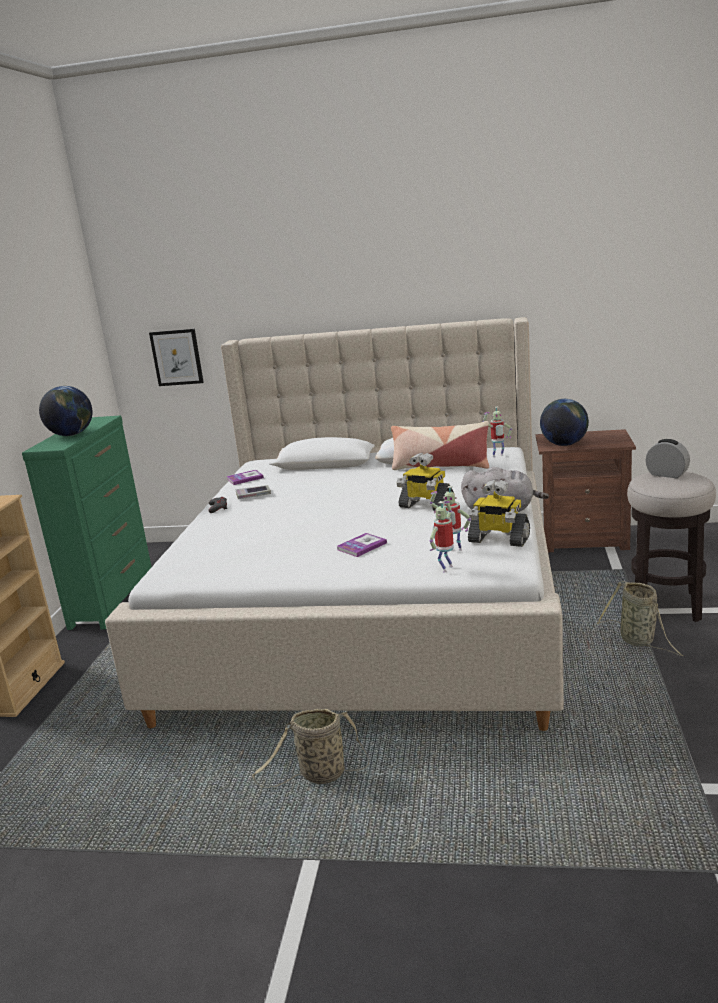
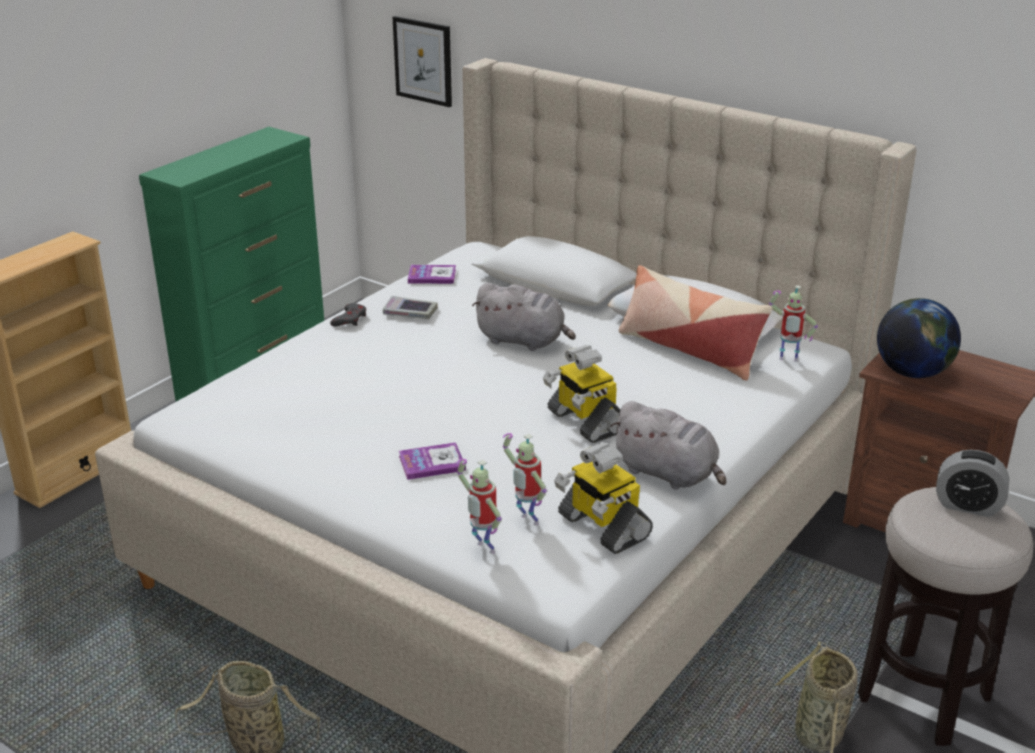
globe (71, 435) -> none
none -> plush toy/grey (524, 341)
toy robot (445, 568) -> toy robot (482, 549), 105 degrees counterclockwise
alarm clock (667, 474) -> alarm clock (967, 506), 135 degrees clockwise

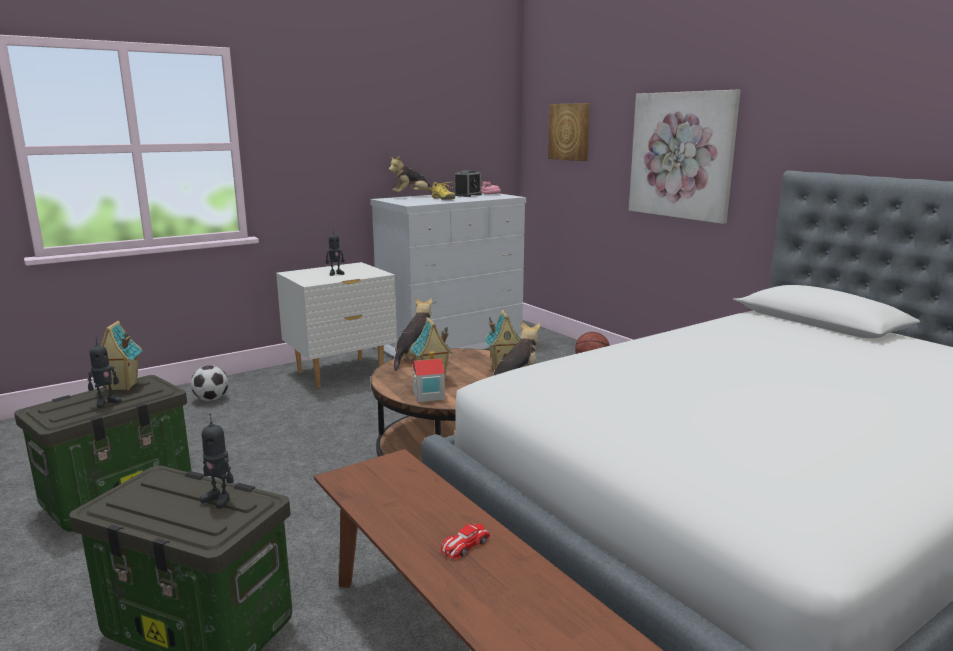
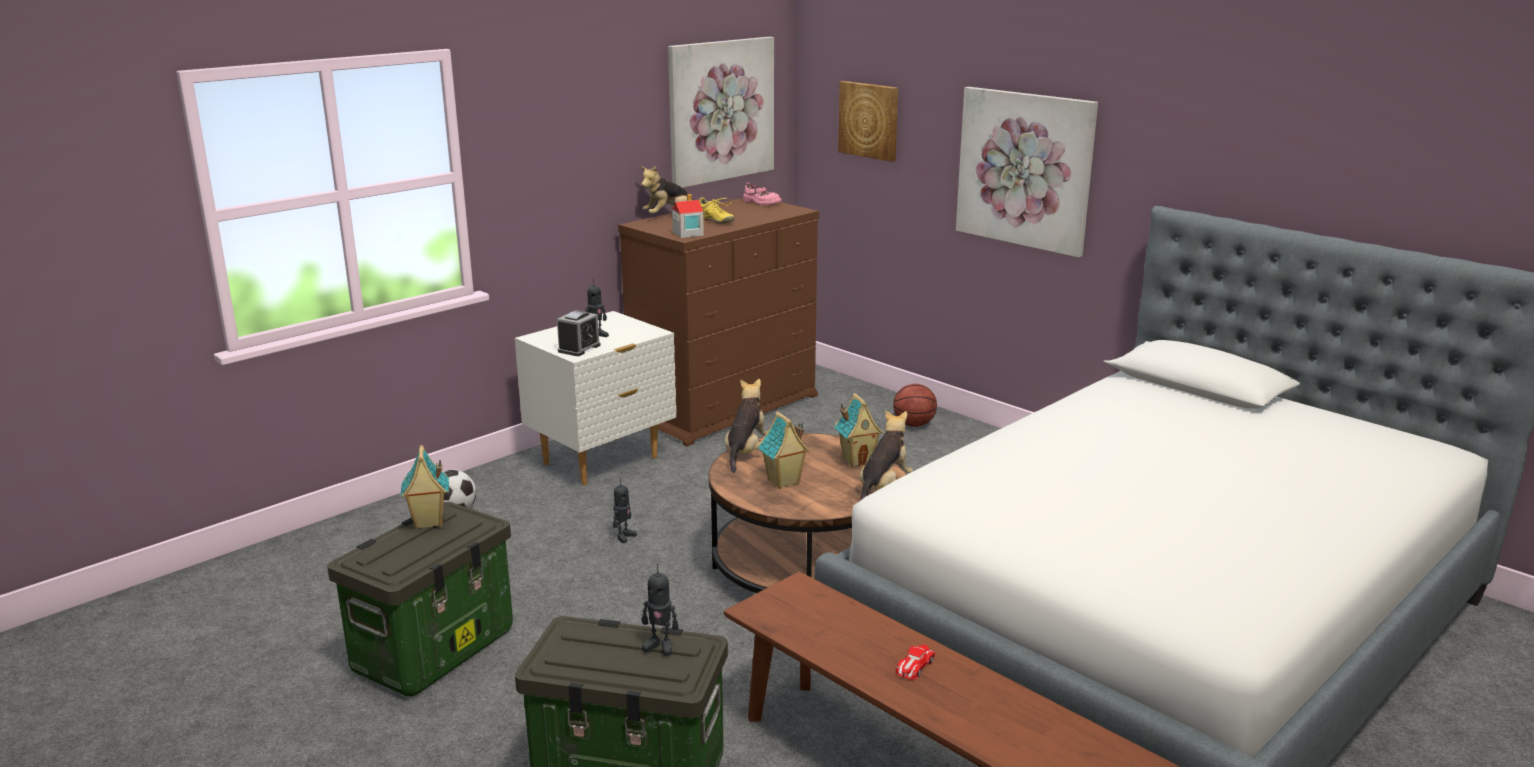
none -> picture (721, 110)
toy robot (107, 402) -> toy robot (624, 536), relocated
toy house (428, 395) -> toy house (687, 233), relocated
alarm clock (468, 195) -> alarm clock (579, 348), relocated
dresser/white (451, 344) -> dresser/brown (723, 406)

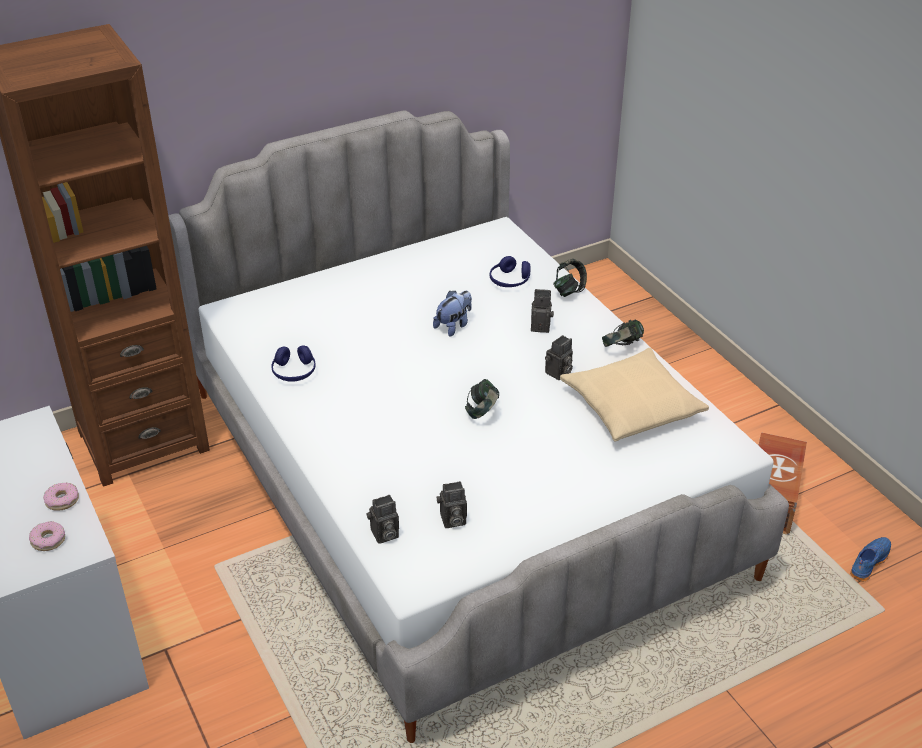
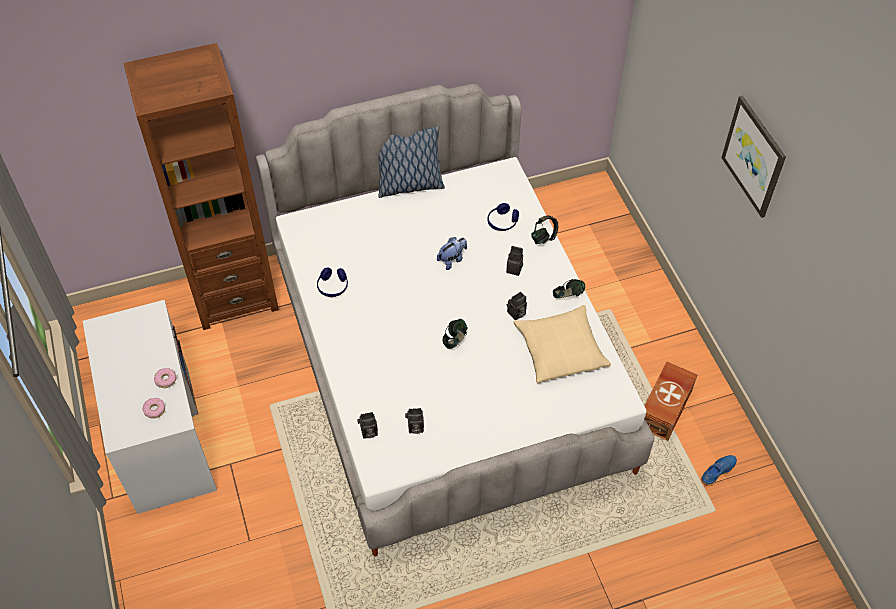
none -> pillow (409, 186)
none -> picture (754, 156)

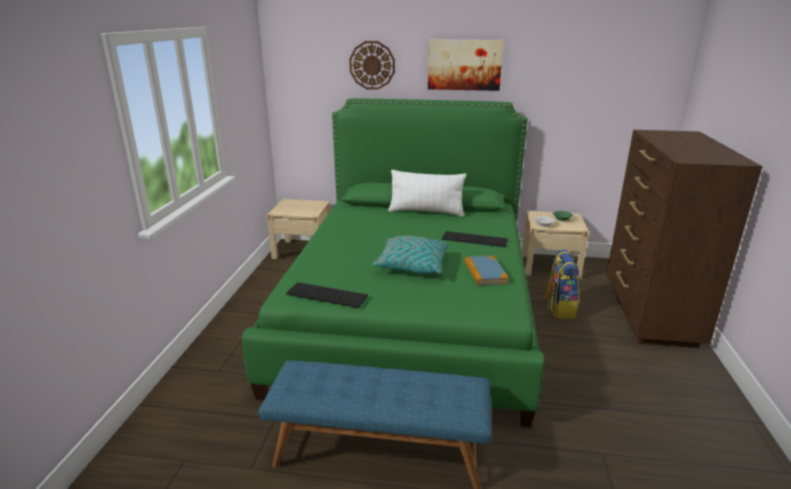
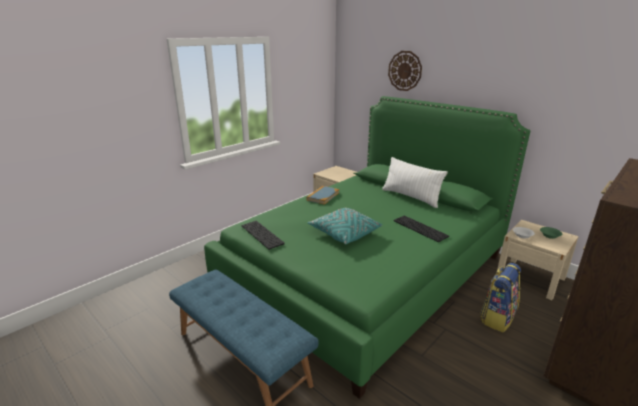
picture (464, 65) -> none
book (485, 272) -> book (323, 196), relocated

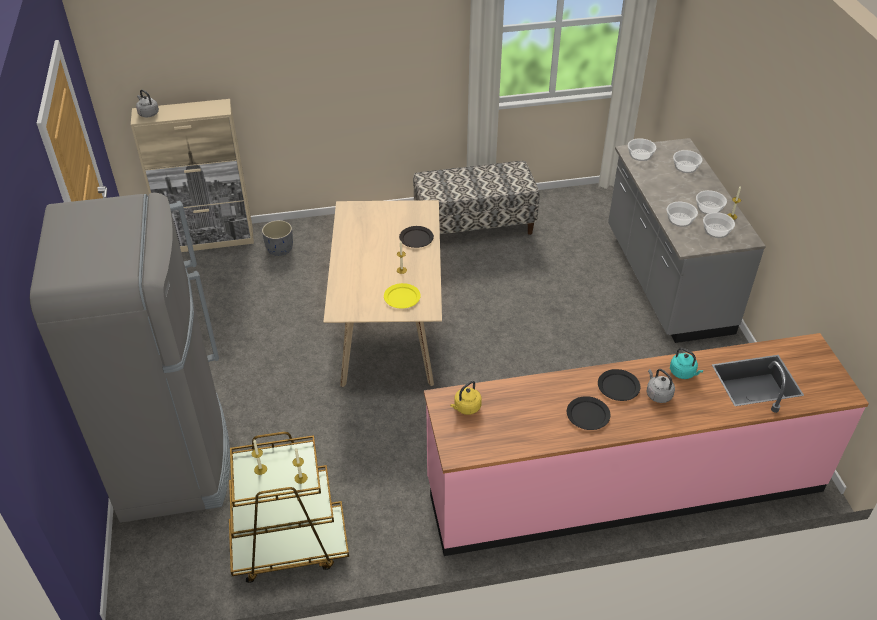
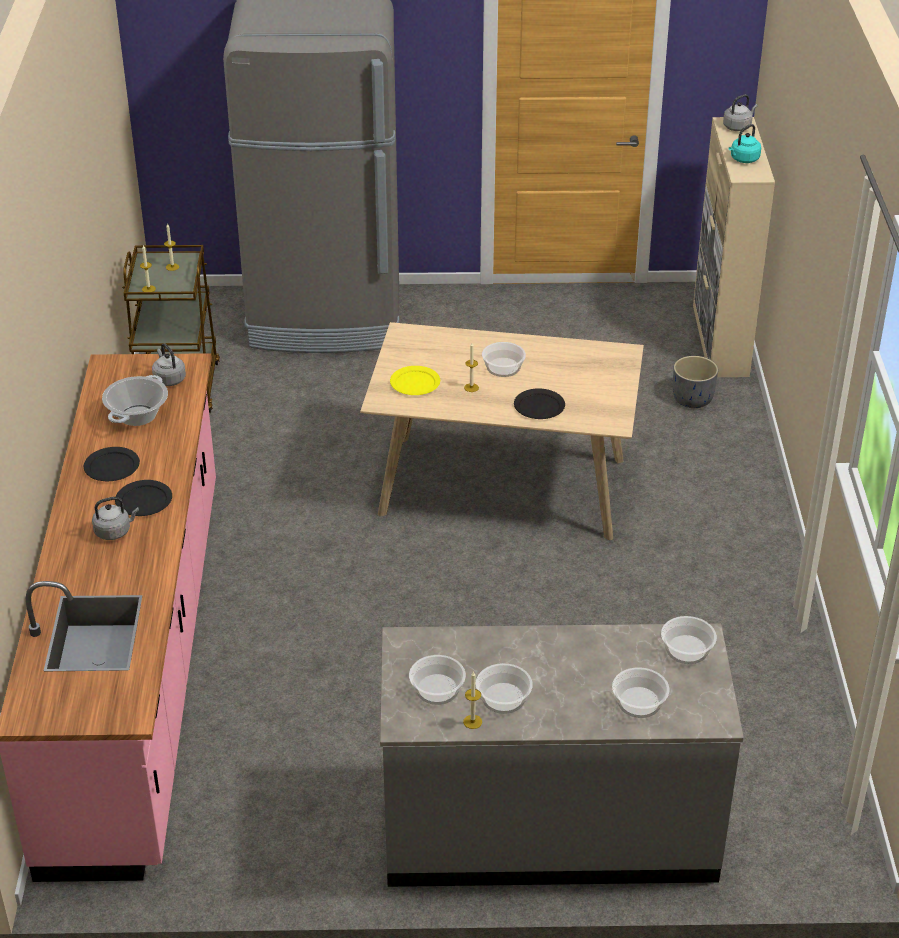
bench (474, 225) -> none
none -> cooking pot (137, 415)
bowl (680, 220) -> bowl (503, 367), relocated
kettle/turquoise (683, 373) -> kettle/turquoise (743, 159), relocated
kettle/yellow (466, 408) -> kettle/grey (169, 379)

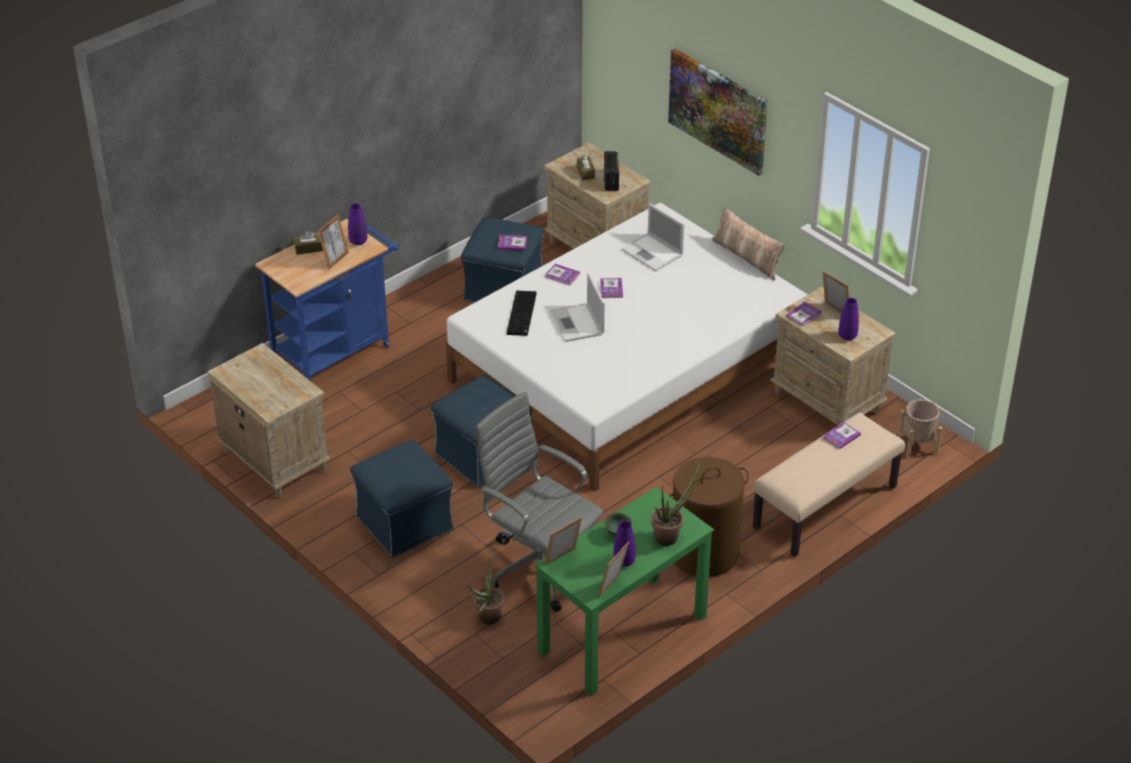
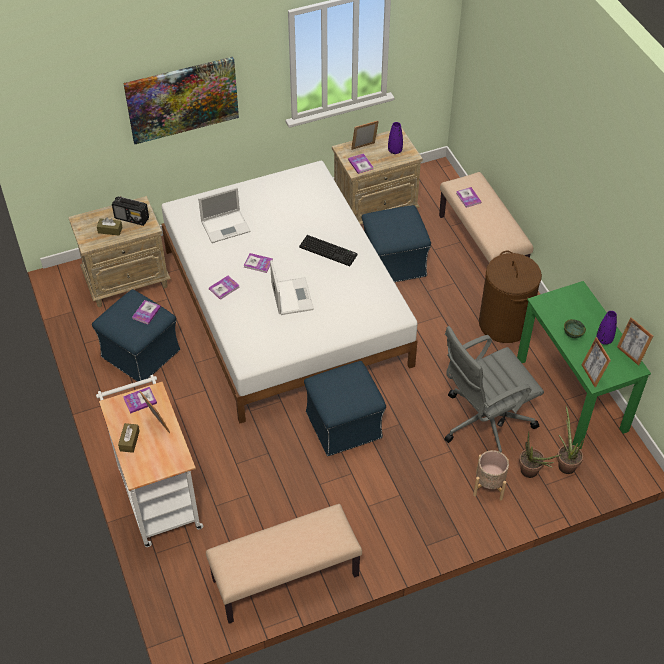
pillow (747, 257) -> none
ottoman/blue (404, 522) -> ottoman/blue (393, 263), relocated
keyboard (522, 314) -> keyboard (329, 251), relocated
potted plant (670, 536) -> potted plant (565, 463), relocated
planter/beige (917, 445) -> planter/beige (489, 485), relocated
nightstand/beige (274, 461) -> bench/beige (285, 578)
vase/purple (358, 241) -> book (140, 400)
cart/blue (337, 350) -> cart/white (157, 493)
laptop (578, 323) -> laptop (291, 296), 105 degrees counterclockwise

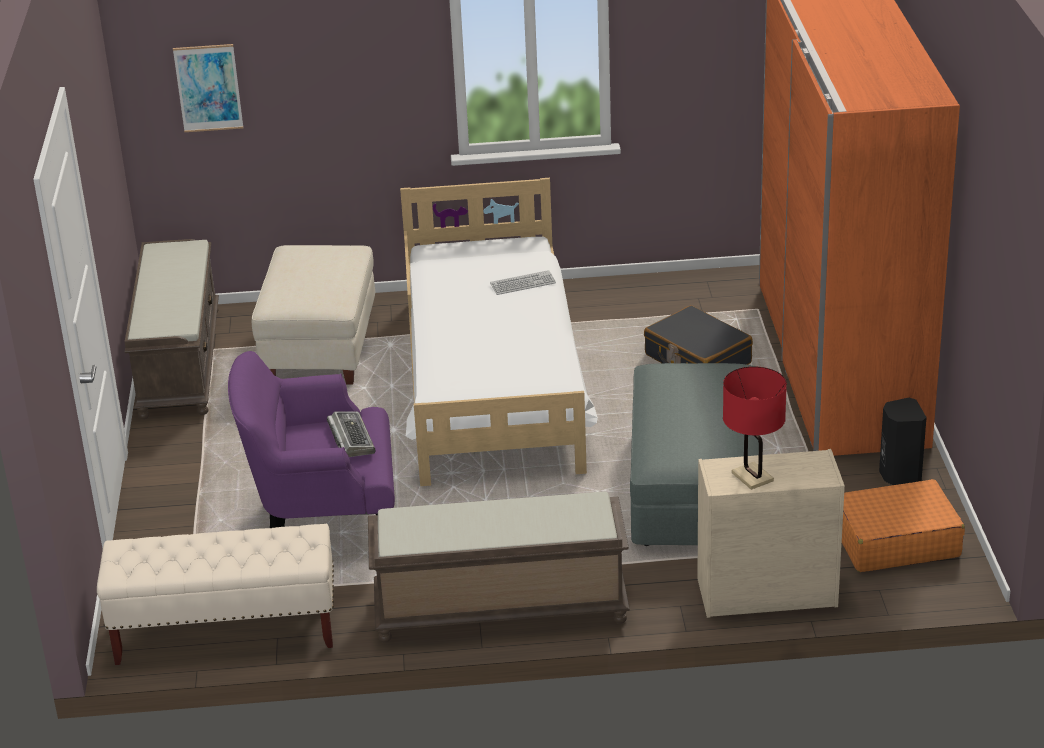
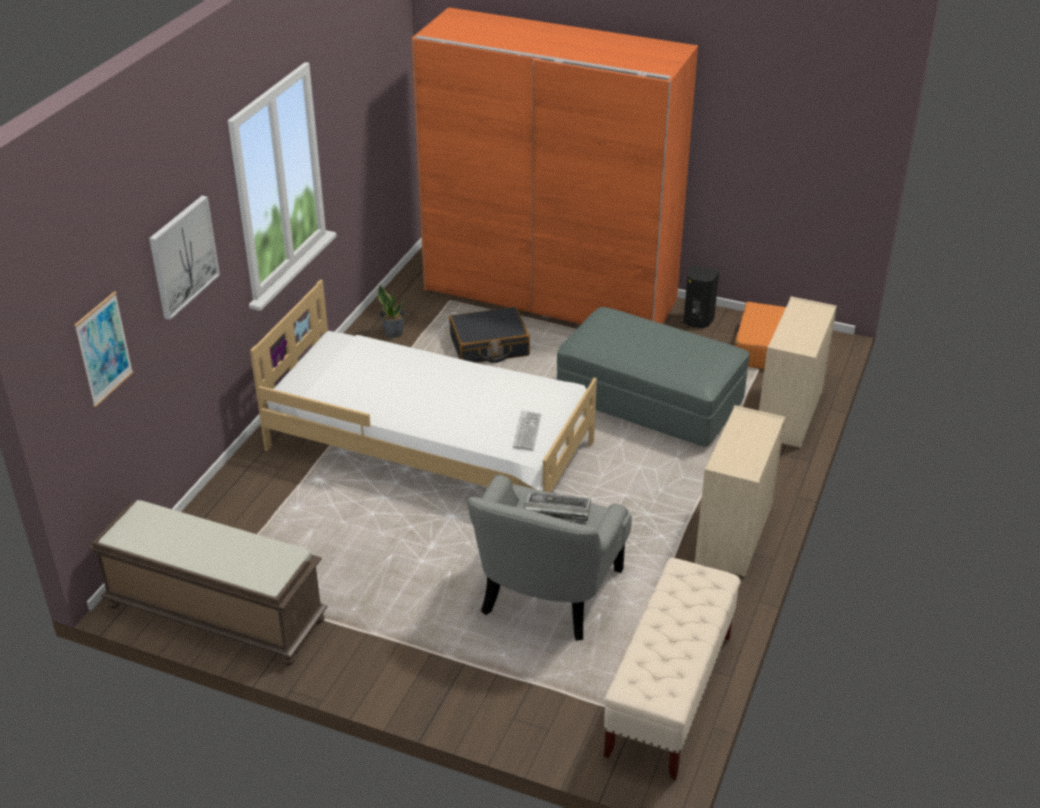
ottoman/beige (322, 349) -> none
table lamp/red (752, 477) -> none
none -> picture (183, 256)
none -> potted plant (393, 332)
keyboard (523, 284) -> keyboard (527, 431), relocated
bench/brown (499, 609) -> dresser/beige (733, 536)
armchair/purple (323, 519) -> armchair/grey (548, 592)

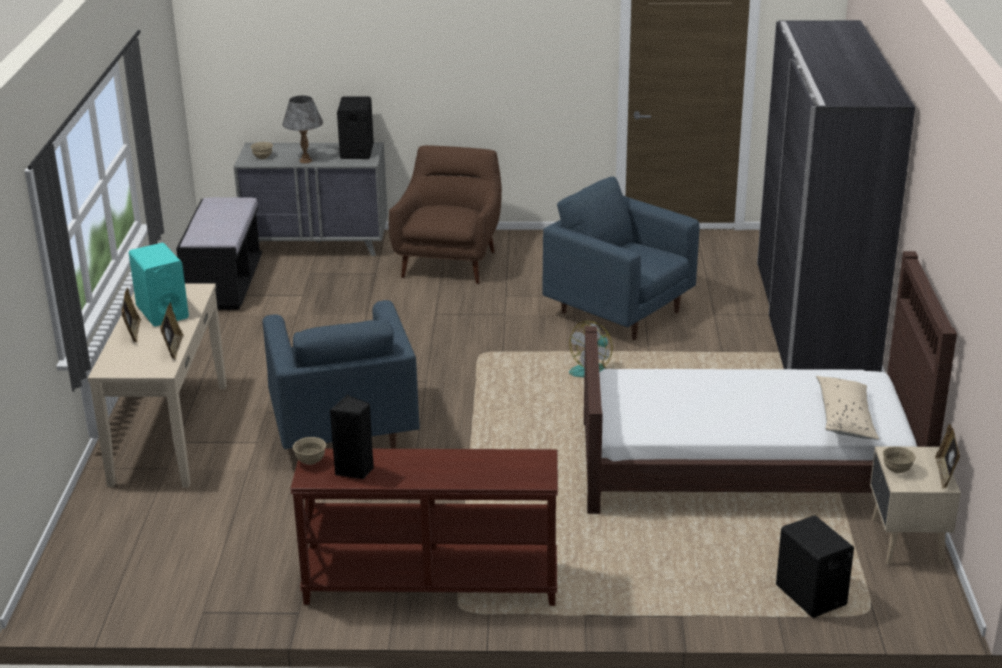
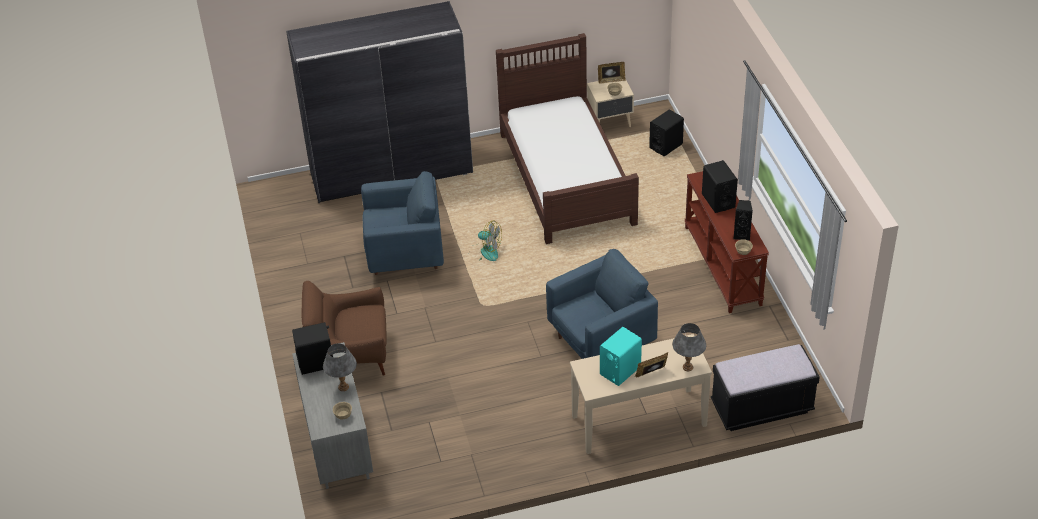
picture frame (173, 348) -> none
pillow/beige (845, 417) -> none
none -> table lamp/grey (688, 367)
none -> speaker/black (718, 201)
bench/black (224, 285) -> bench/black (762, 408), relocated
armchair/blue (620, 312) -> armchair/blue (405, 254), 120 degrees counterclockwise

